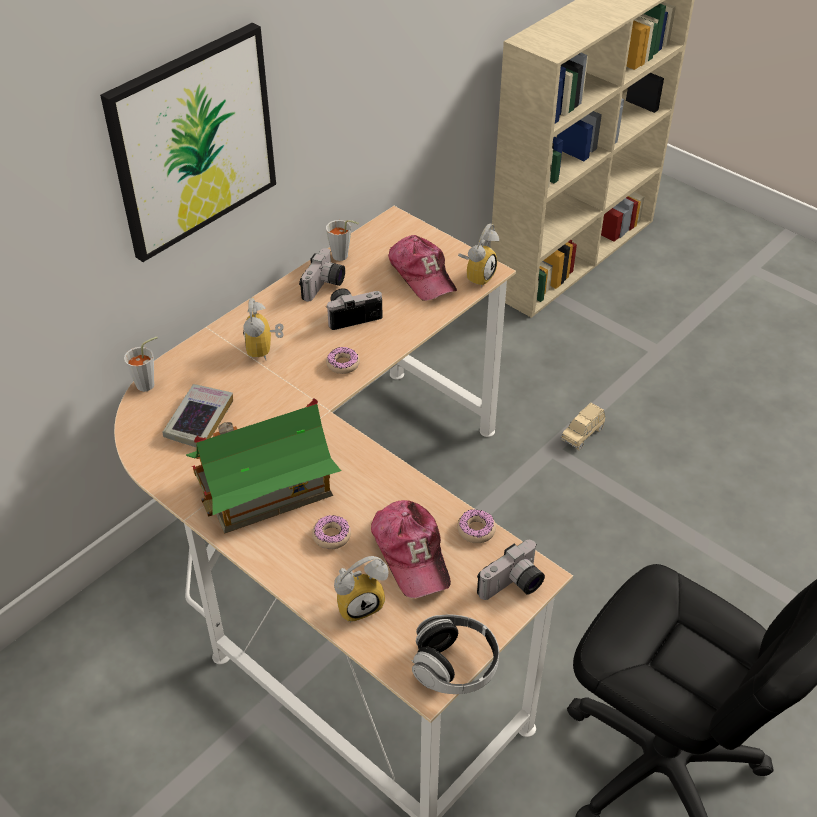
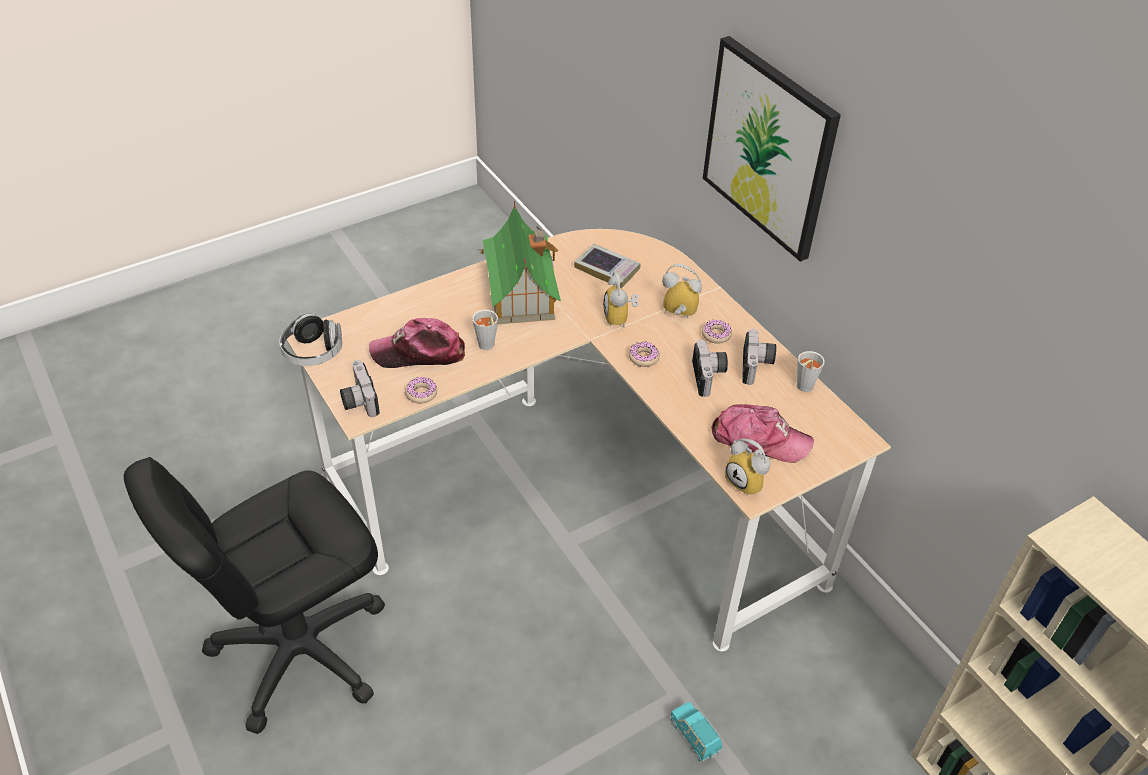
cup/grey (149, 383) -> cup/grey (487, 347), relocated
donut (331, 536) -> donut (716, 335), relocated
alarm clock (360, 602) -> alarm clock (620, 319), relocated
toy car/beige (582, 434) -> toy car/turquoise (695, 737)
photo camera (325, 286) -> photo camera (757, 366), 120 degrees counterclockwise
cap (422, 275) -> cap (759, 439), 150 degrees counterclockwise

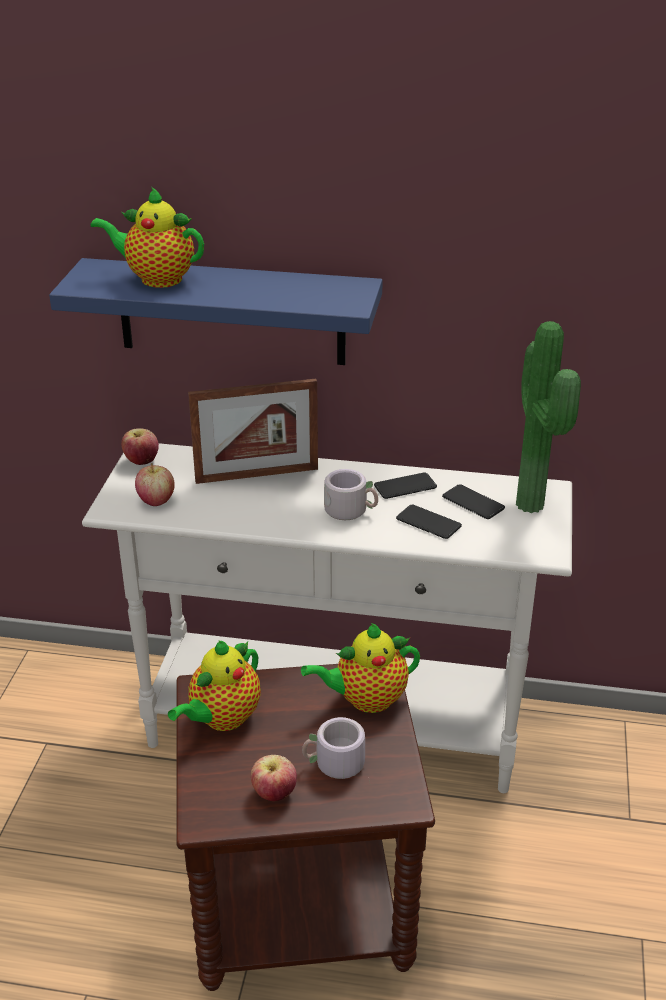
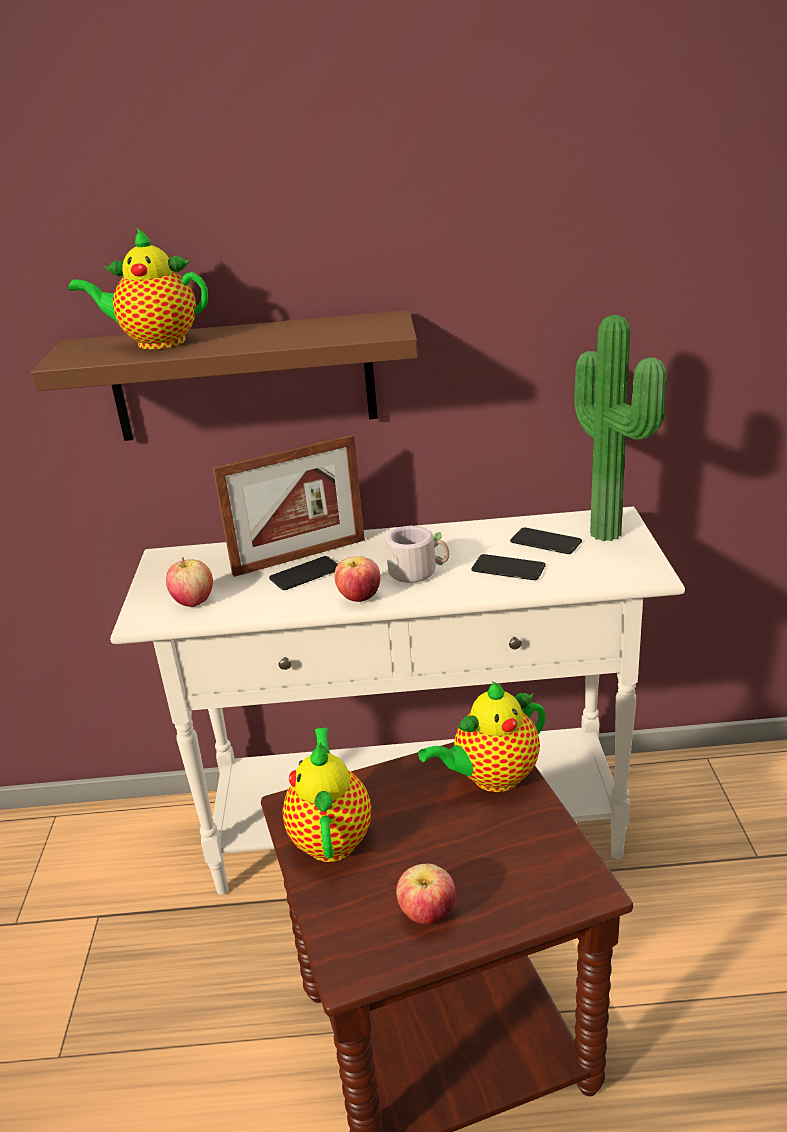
mug/grey (334, 766) -> none
apple (141, 461) -> apple (359, 598), relocated
phone (405, 487) -> phone (305, 574), relocated
shelf/blue (231, 312) -> shelf/brown (243, 378)
teapot (222, 719) -> teapot (331, 836), 150 degrees clockwise

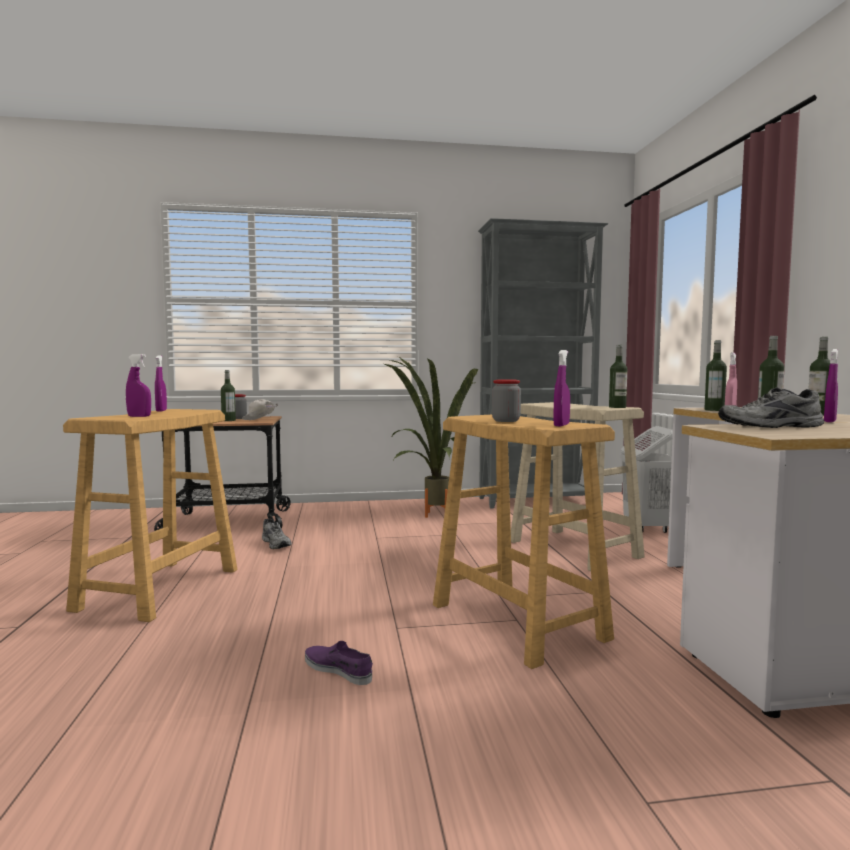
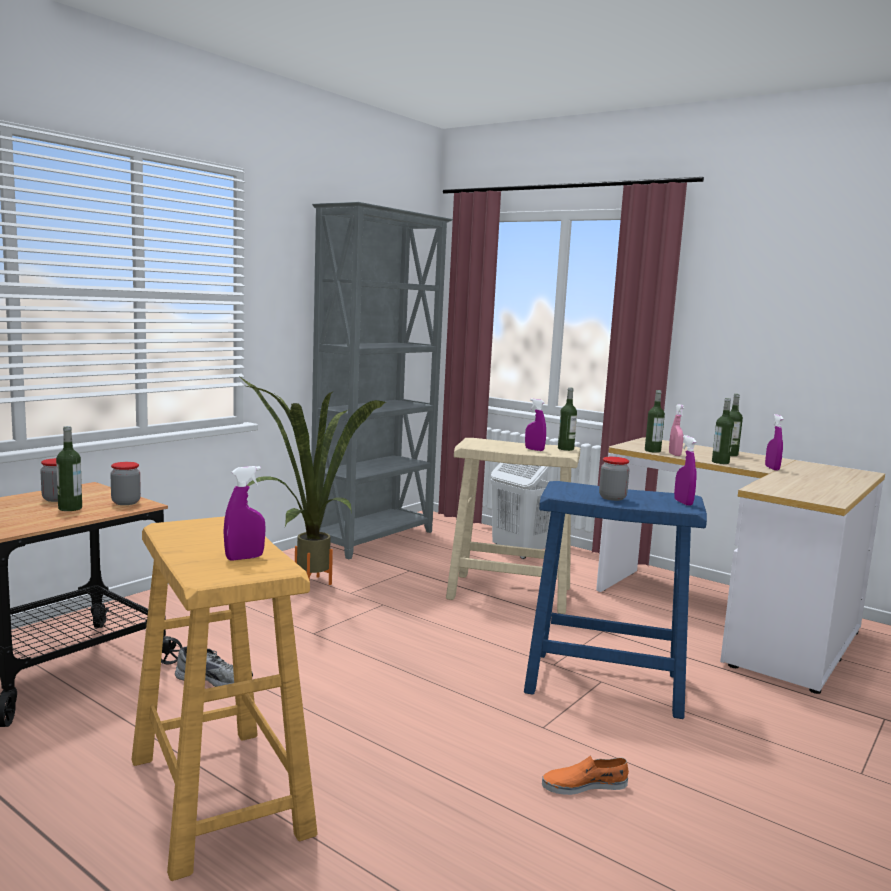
shoe/grey (772, 426) -> none
spray bottle/purple (161, 411) -> spray bottle/purple (534, 449), relocated
cap/white (259, 421) -> jar (126, 502)
shoe/purple (338, 669) -> shoe/orange (584, 785)
stool/beige (516, 621) -> stool/blue (603, 682)

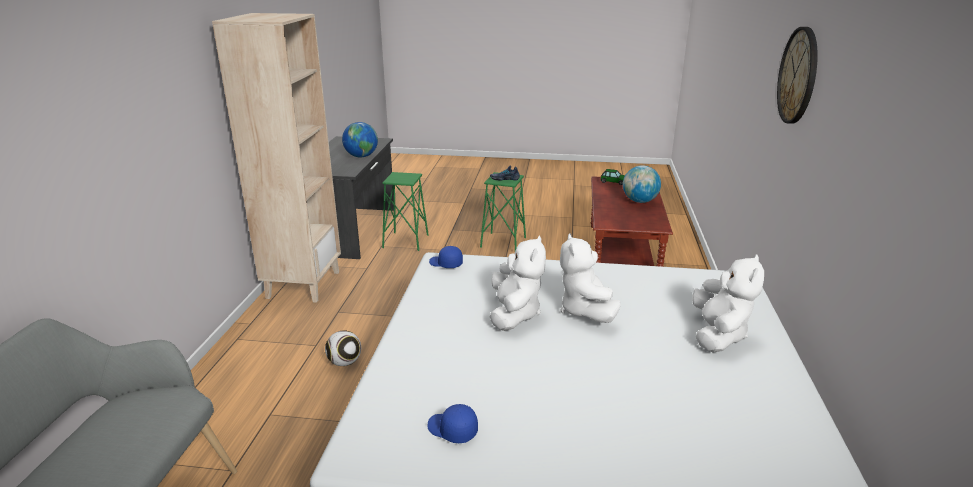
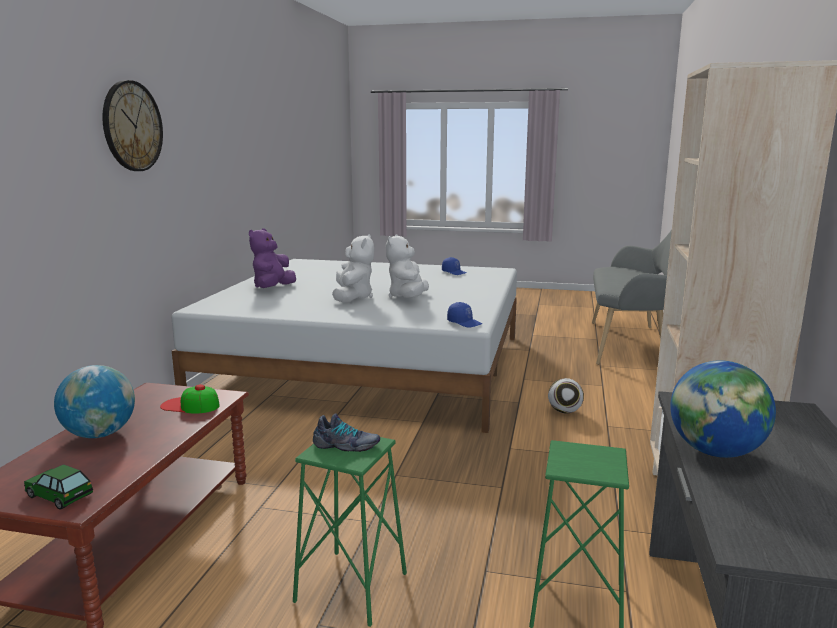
none -> cap (190, 405)
plush toy/white (718, 335) -> plush toy/purple (273, 288)

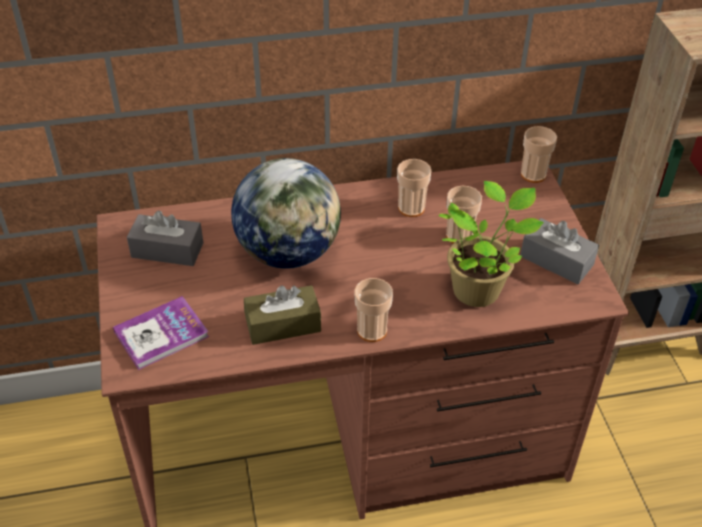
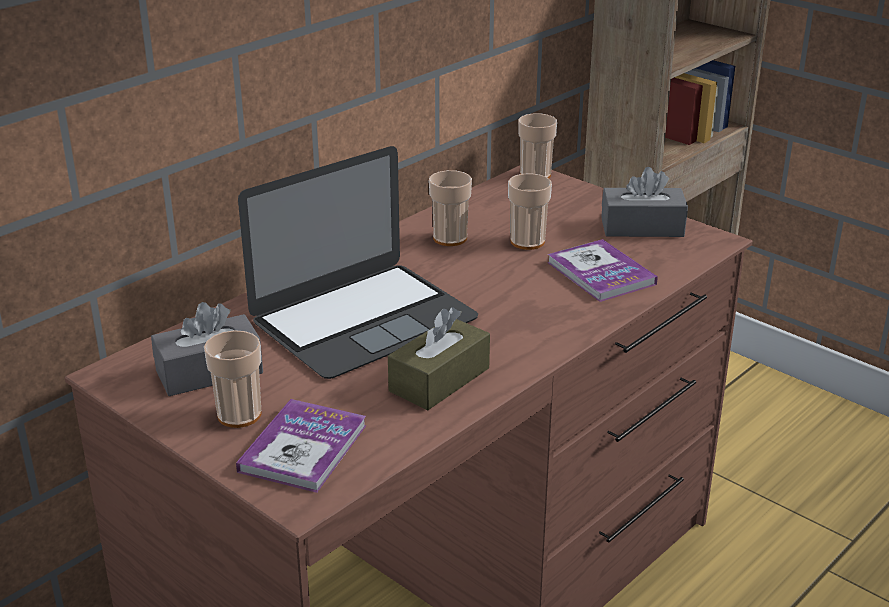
cup (372, 330) -> cup (239, 415), relocated
globe (288, 252) -> laptop (363, 319)
potted plant (479, 289) -> book (601, 273)

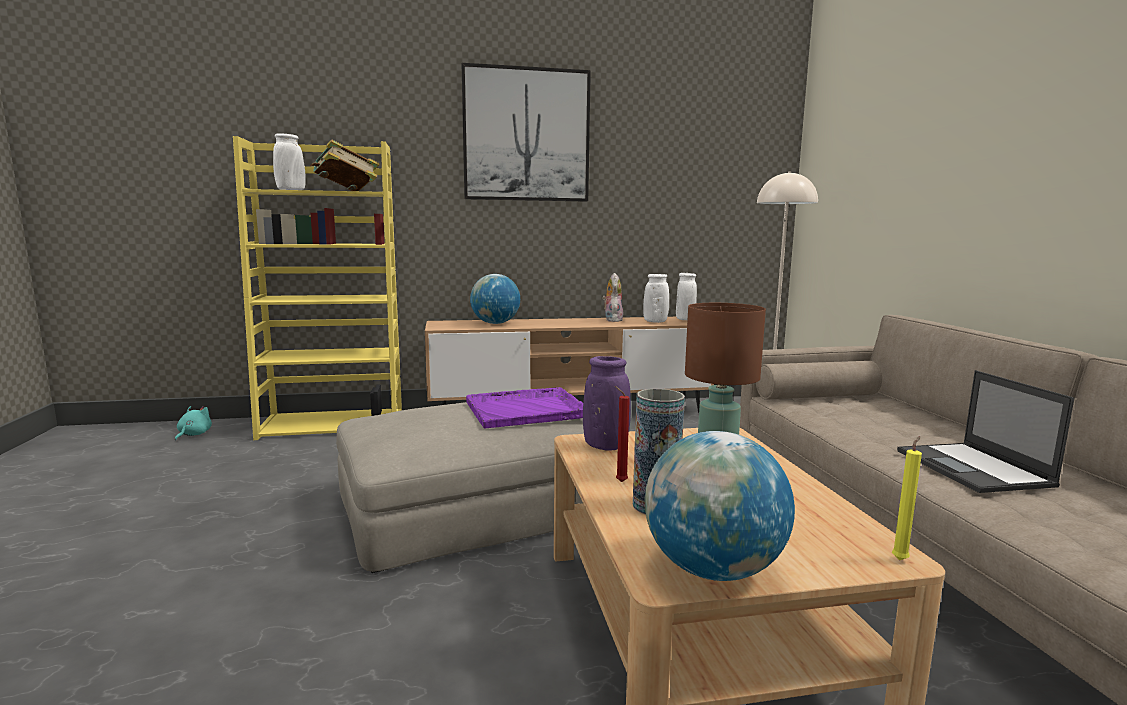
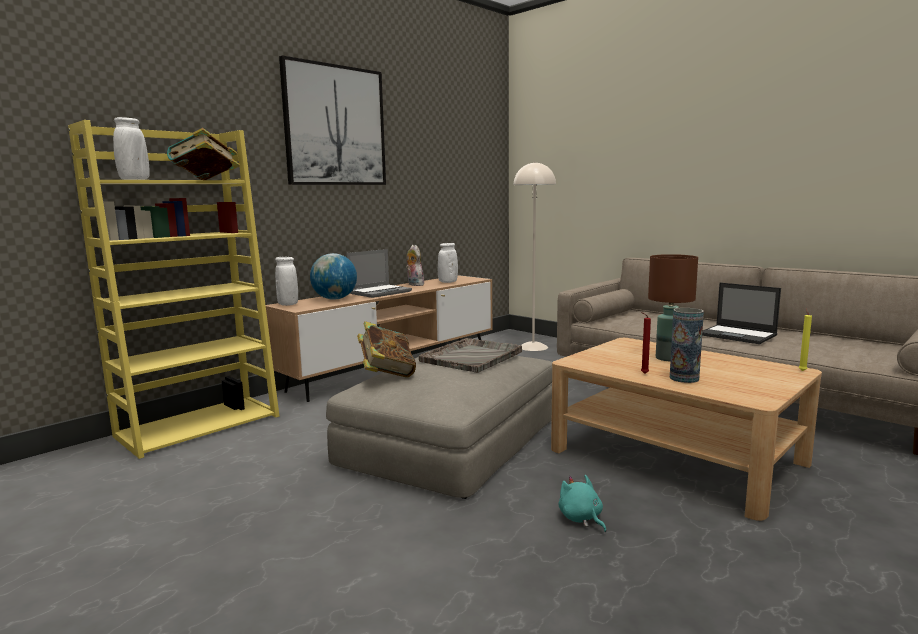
vase/purple (605, 446) -> none
globe (712, 569) -> none
none -> laptop (380, 292)
none -> book (386, 374)
plush toy/turquoise (193, 434) -> plush toy/turquoise (581, 518), relocated
vase/white (685, 319) -> vase/white (288, 304), relocated
tray/purple (527, 410) -> tray/grey (472, 356)

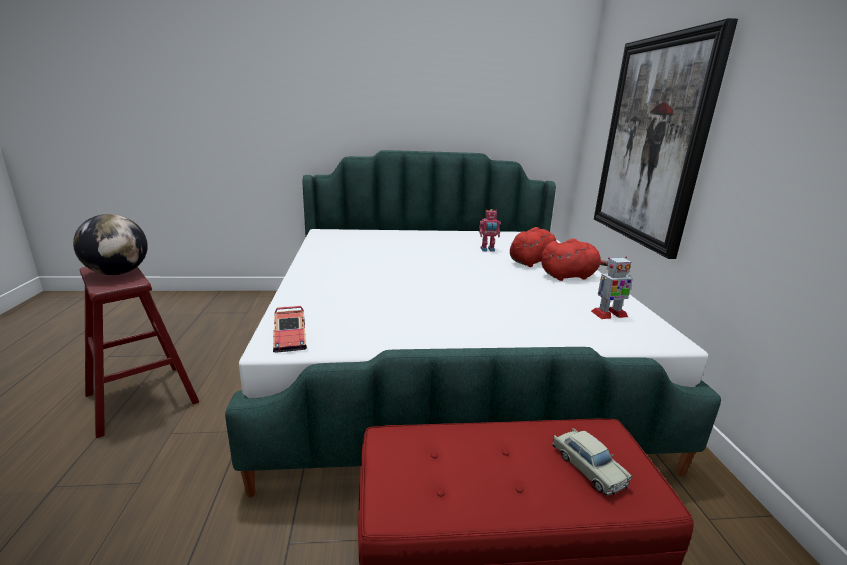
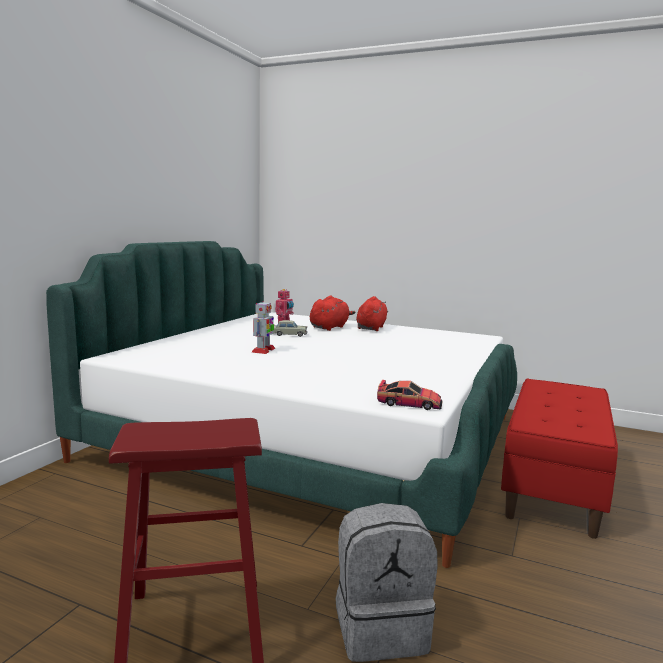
globe (118, 273) -> none
picture (652, 142) -> none
none -> backpack/grey (381, 628)
toy car/beige (588, 467) -> toy car/beige (288, 334), relocated
toy robot (609, 314) -> toy robot (263, 350), relocated
plush toy/red (532, 261) -> plush toy/red (330, 327), 45 degrees clockwise

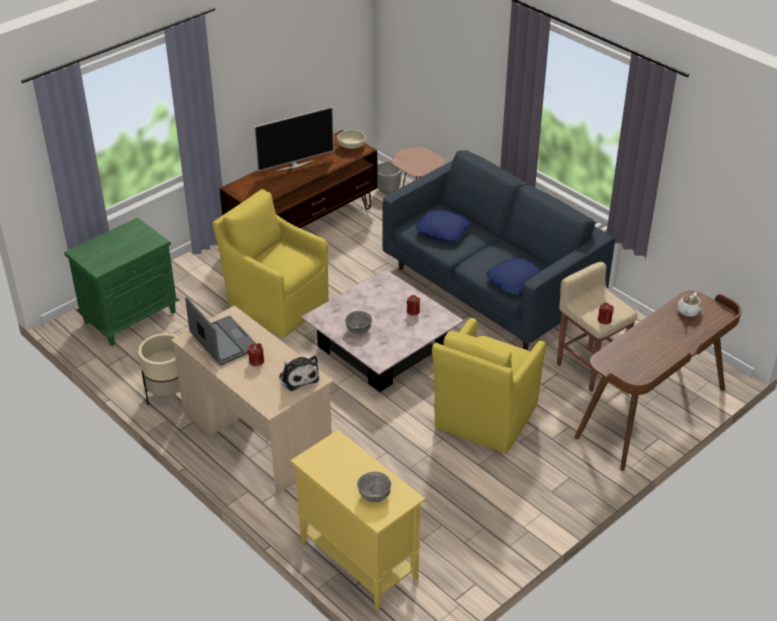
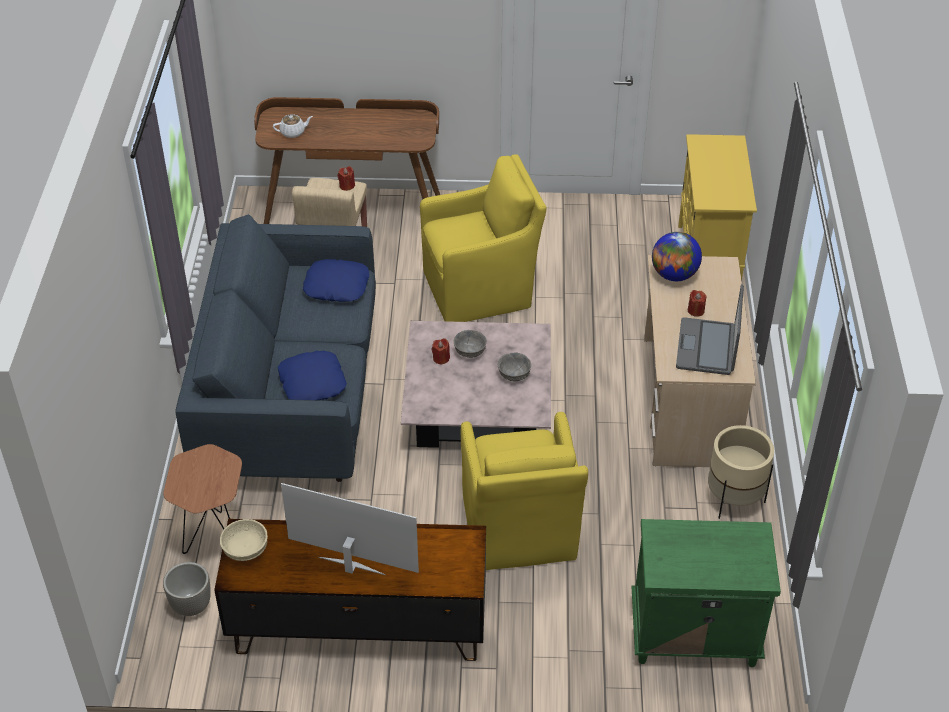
bowl/grey (374, 494) -> bowl/grey (469, 352), relocated
plush toy (298, 377) -> globe (674, 275)

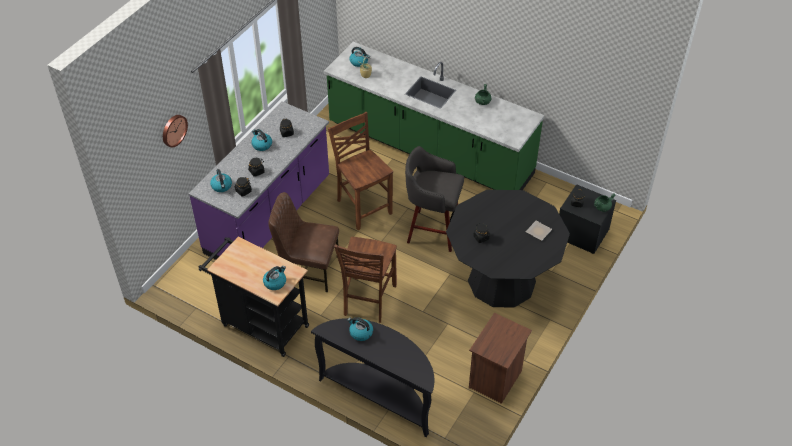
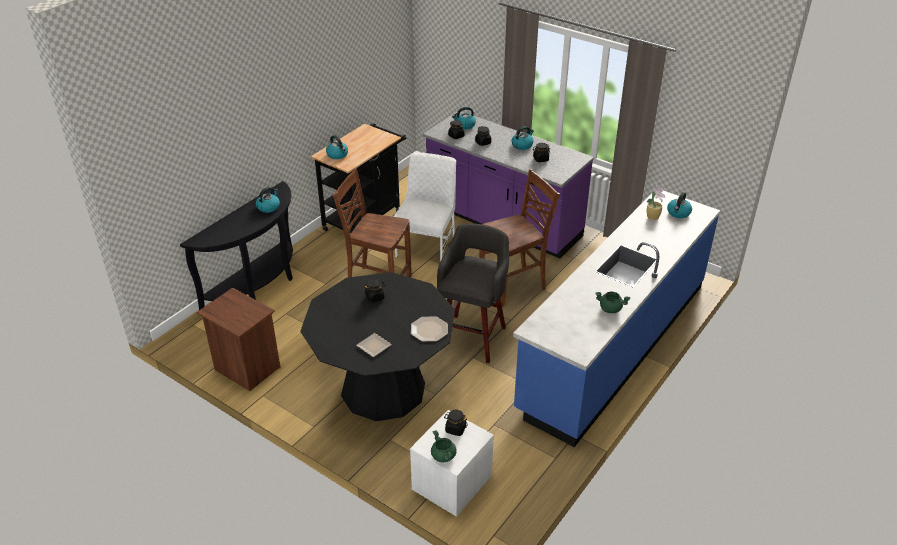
wall clock (173, 130) -> none
none -> plate (429, 329)
chair/brown (308, 269) -> chair/white (427, 246)
counter/green (429, 150) -> counter/blue (613, 345)
nightstand/black (582, 234) -> nightstand/white (452, 483)

